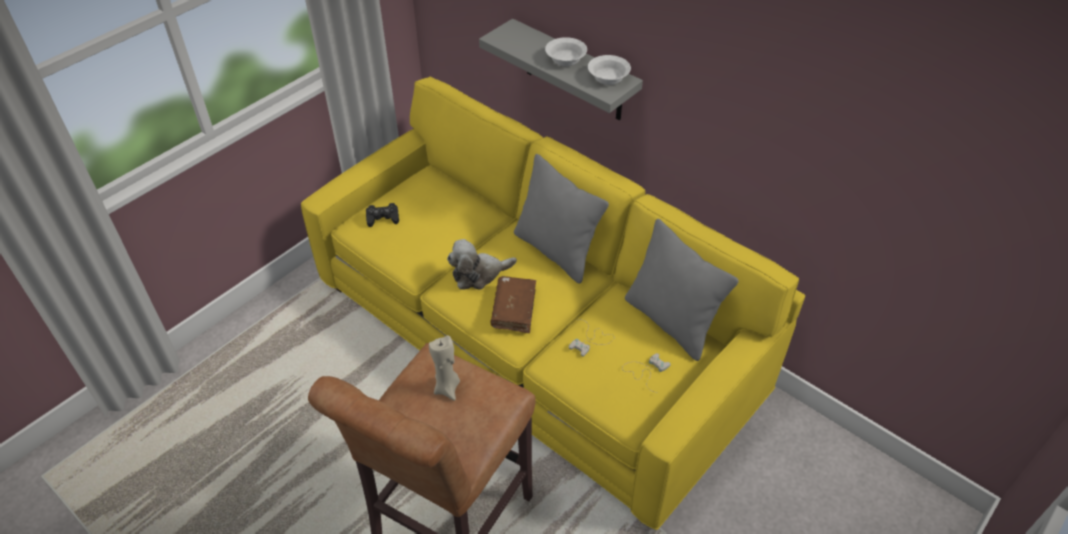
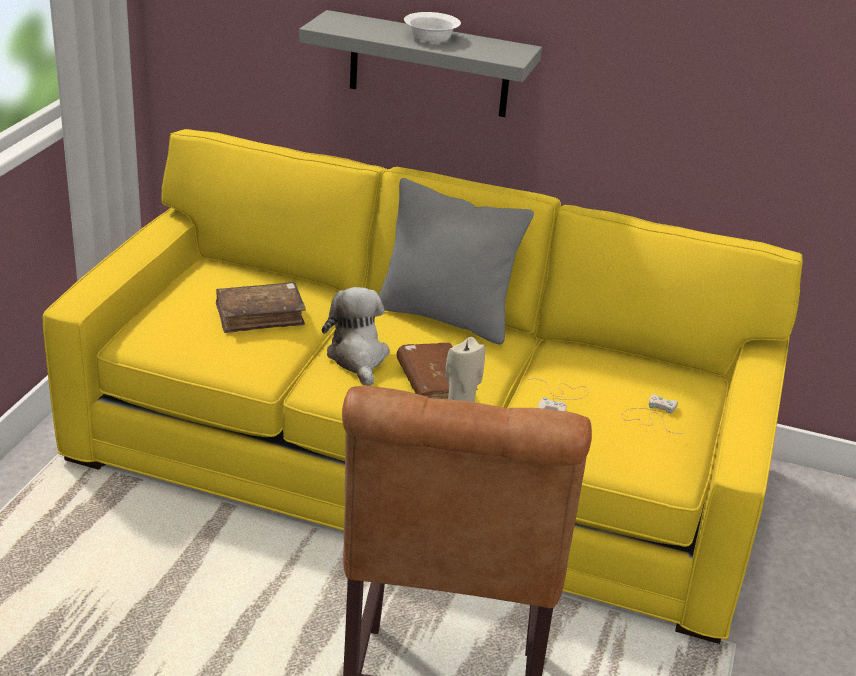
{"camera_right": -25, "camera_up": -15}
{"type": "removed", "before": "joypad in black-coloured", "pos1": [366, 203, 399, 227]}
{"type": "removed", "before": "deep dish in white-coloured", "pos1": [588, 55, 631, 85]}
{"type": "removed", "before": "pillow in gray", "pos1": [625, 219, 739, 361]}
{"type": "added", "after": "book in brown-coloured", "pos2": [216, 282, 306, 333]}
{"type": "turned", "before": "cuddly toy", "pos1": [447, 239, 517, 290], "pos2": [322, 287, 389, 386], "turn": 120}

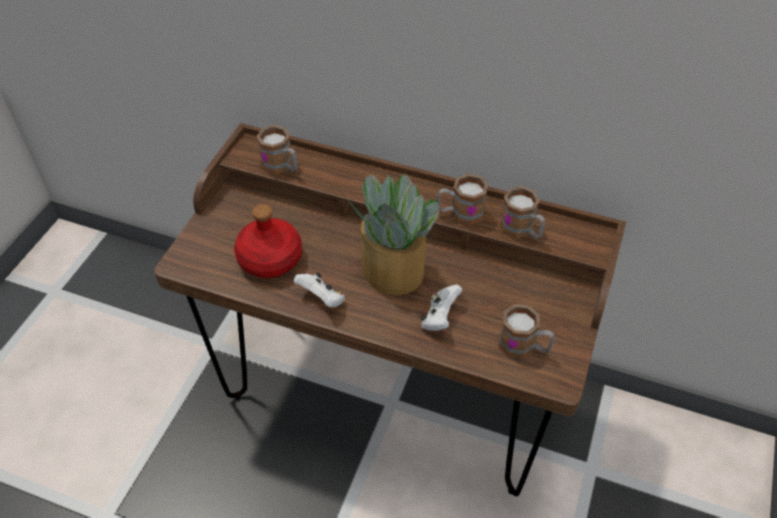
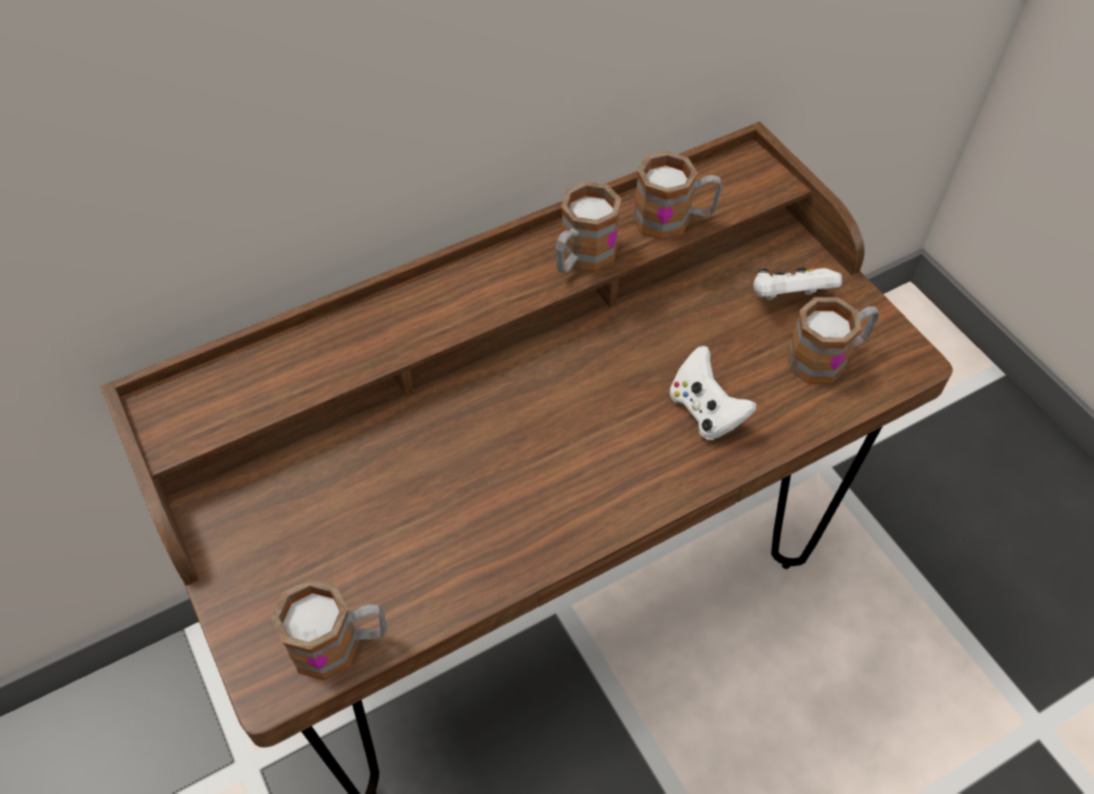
{"camera_right": -50, "camera_up": 5}
{"type": "removed", "before": "beverage bottle in reddish", "pos1": [234, 204, 302, 278]}
{"type": "removed", "before": "plant in a pot", "pos1": [349, 174, 440, 295]}
{"type": "moved", "before": "mug", "pos1": [256, 125, 298, 174], "pos2": [271, 579, 387, 680]}
{"type": "moved", "before": "joypad in white-coloured", "pos1": [294, 273, 345, 307], "pos2": [753, 267, 842, 300]}

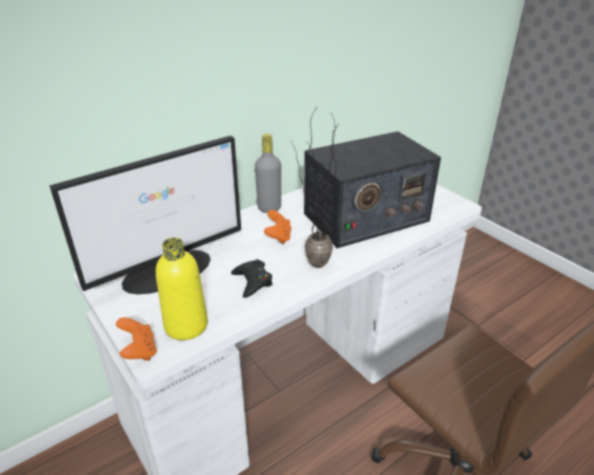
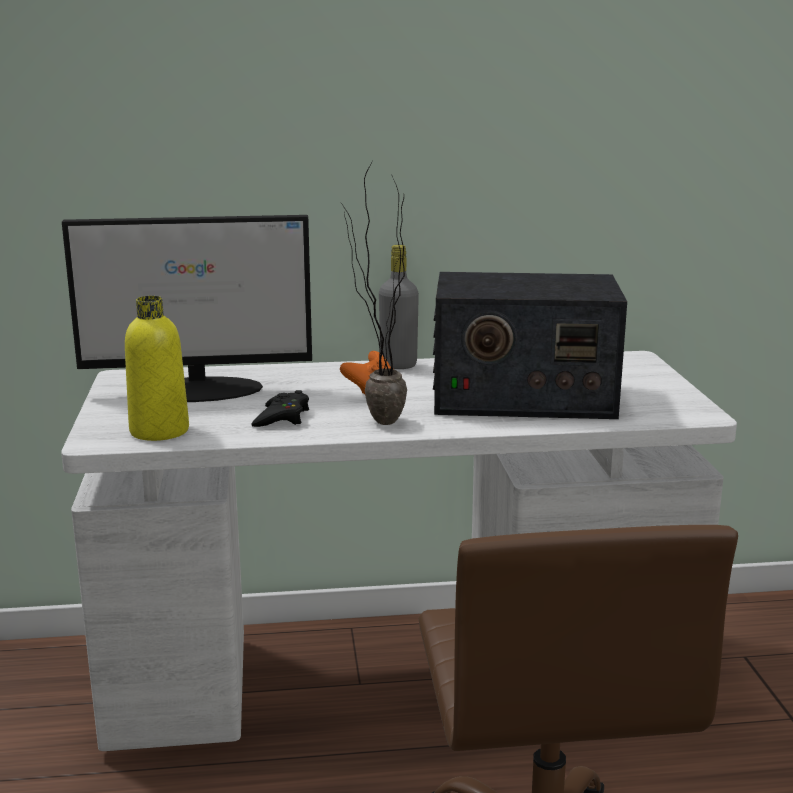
{"camera_right": 30, "camera_up": -15}
{"type": "removed", "before": "joypad in orange", "pos1": [116, 317, 157, 361]}

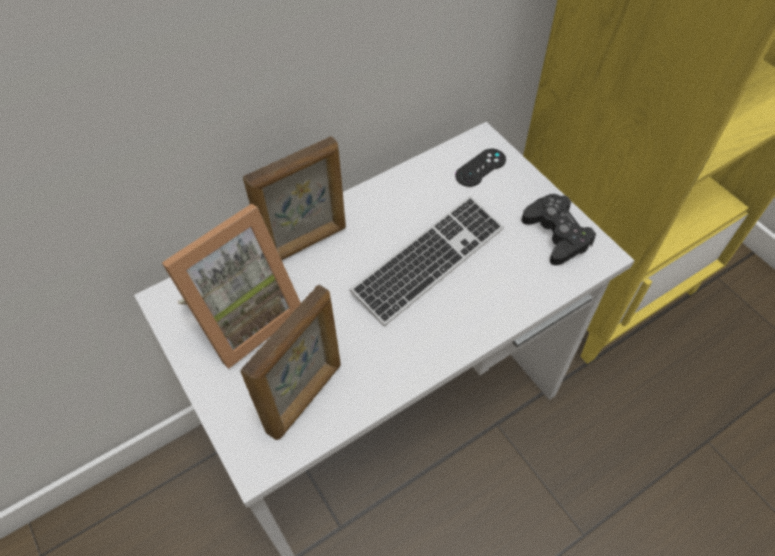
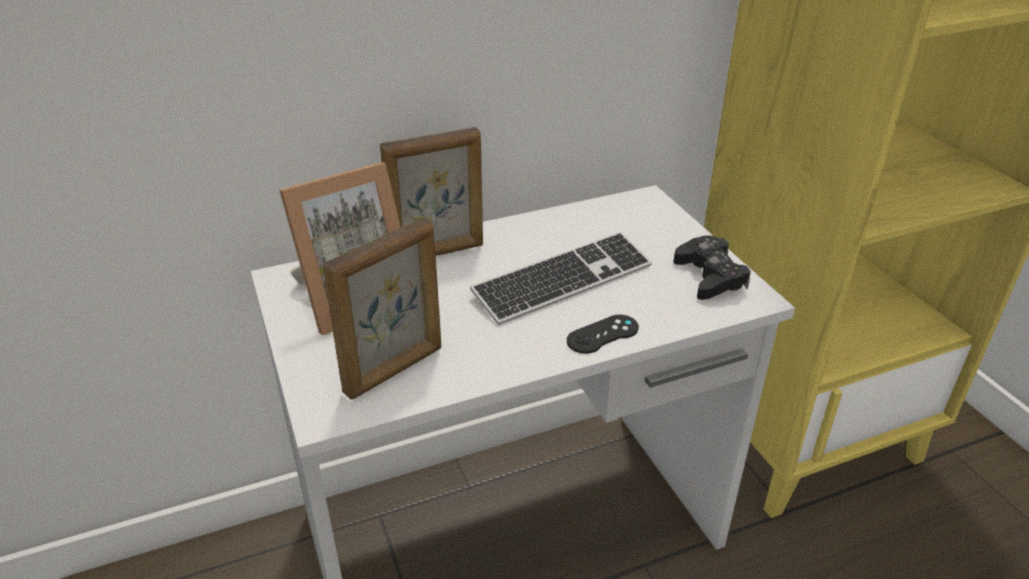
{"camera_right": 10, "camera_up": -20}
{"type": "moved", "before": "joypad in black-coloured", "pos1": [455, 149, 506, 187], "pos2": [567, 315, 639, 354]}

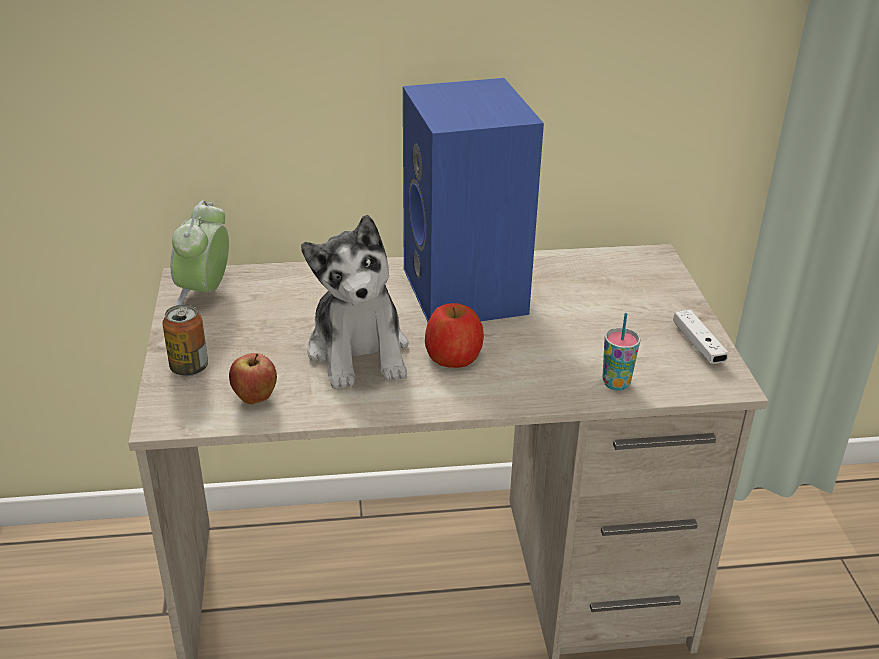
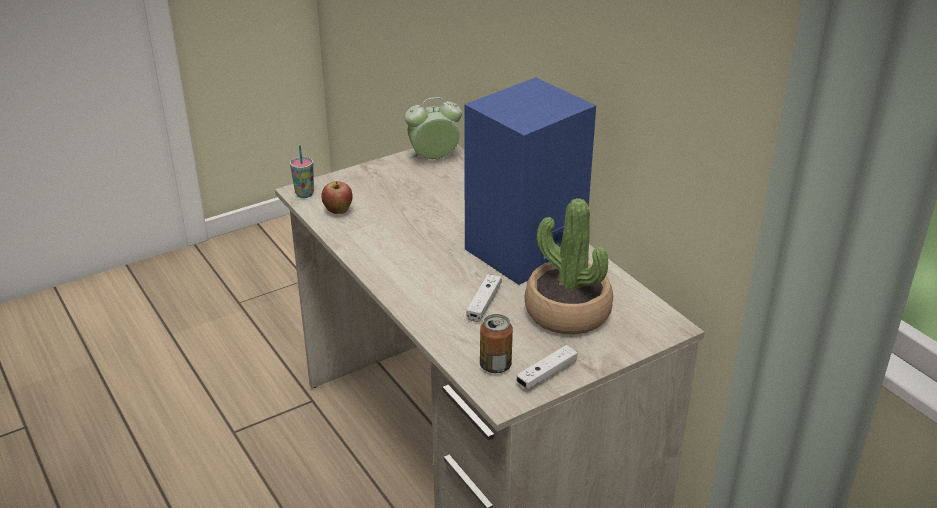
{"camera_right": 65, "camera_up": 0}
{"type": "removed", "before": "cuddly toy", "pos1": [301, 215, 408, 389]}
{"type": "removed", "before": "whole apple", "pos1": [425, 303, 484, 368]}
{"type": "added", "after": "joypad in white-coloured", "pos2": [466, 274, 502, 322]}
{"type": "added", "after": "plant in a pot", "pos2": [525, 198, 613, 334]}
{"type": "moved", "before": "metal can", "pos1": [162, 304, 208, 376], "pos2": [480, 314, 513, 373]}
{"type": "moved", "before": "small cup", "pos1": [602, 313, 640, 390], "pos2": [290, 145, 314, 198]}

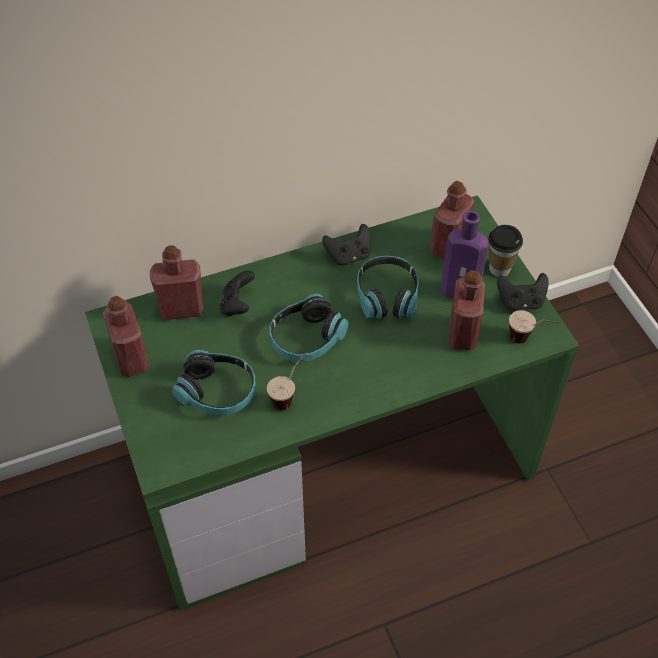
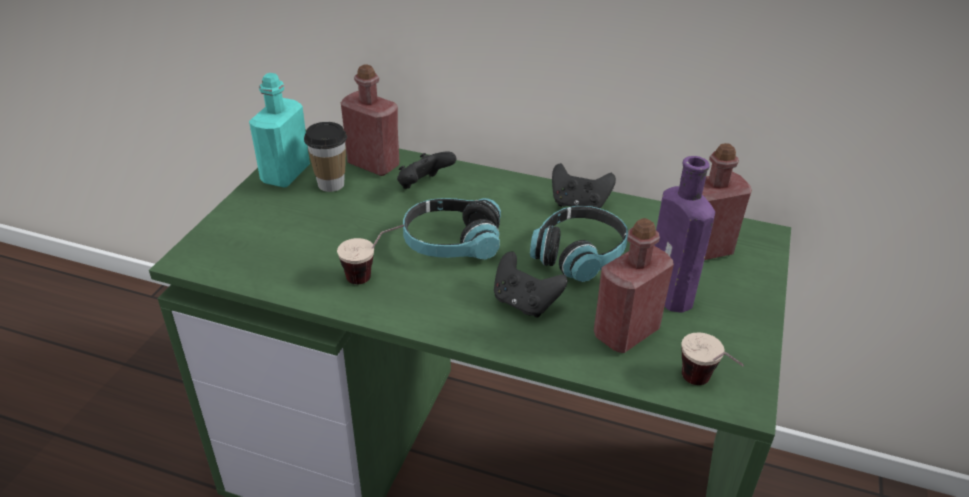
{"camera_right": 40, "camera_up": -15}
{"type": "removed", "before": "headphones", "pos1": [172, 349, 256, 415]}
{"type": "moved", "before": "small cup", "pos1": [488, 225, 523, 277], "pos2": [304, 122, 347, 192]}
{"type": "moved", "before": "joypad in black-coloured", "pos1": [497, 273, 549, 311], "pos2": [494, 252, 568, 318]}
{"type": "recoloured", "before": "beverage bottle in reddish", "after": "beverage bottle in blue-green", "pos1": [102, 296, 150, 377], "pos2": [249, 73, 310, 188]}

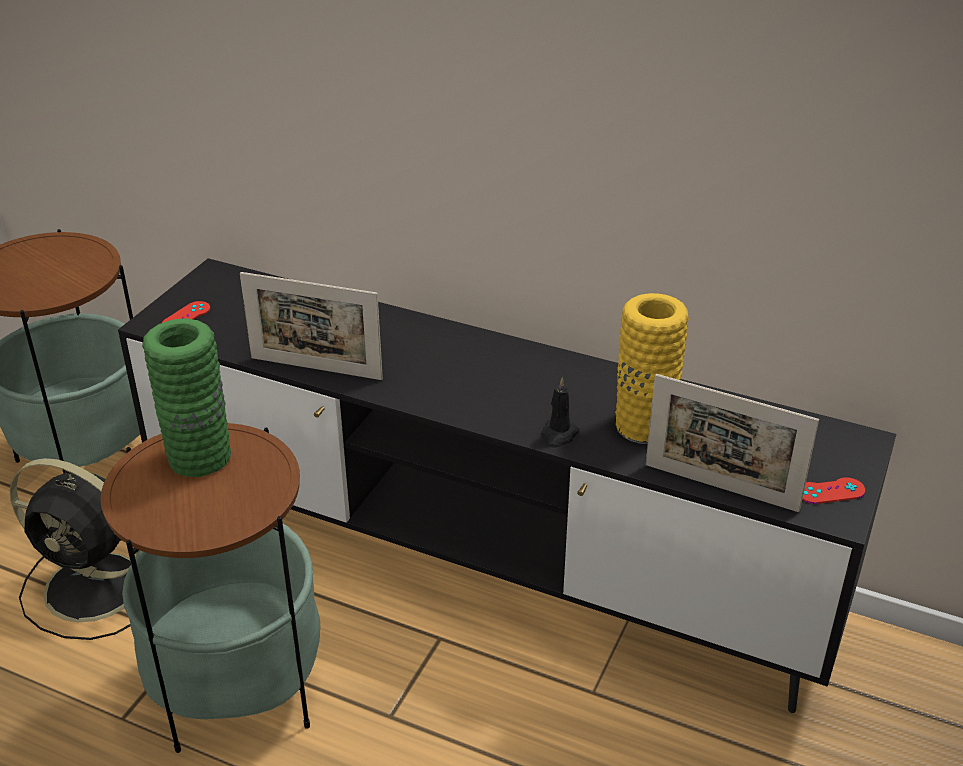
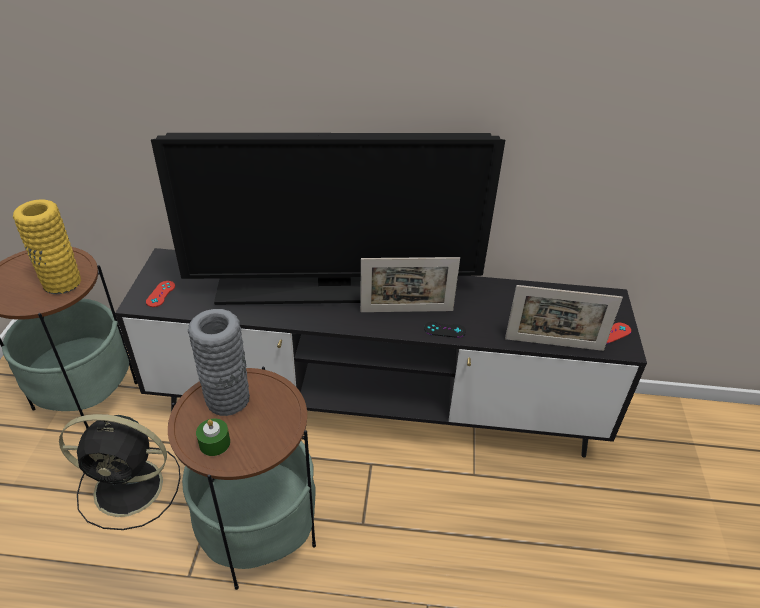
{"camera_right": -20, "camera_up": 5}
{"type": "added", "after": "television", "pos2": [151, 133, 505, 305]}
{"type": "added", "after": "wax light in green", "pos2": [196, 418, 230, 456]}
{"type": "moved", "before": "photo frame", "pos1": [240, 272, 383, 380], "pos2": [360, 257, 460, 312]}
{"type": "moved", "before": "flower vase in yellow", "pos1": [615, 293, 689, 444], "pos2": [13, 199, 81, 294]}
{"type": "replaced", "before": "wax light in black-coloured", "after": "joypad in black-coloured", "pos1": [541, 378, 579, 448], "pos2": [424, 322, 466, 338]}
{"type": "recoloured", "before": "flower vase in green", "after": "flower vase in gray", "pos1": [142, 319, 231, 477], "pos2": [188, 309, 250, 416]}

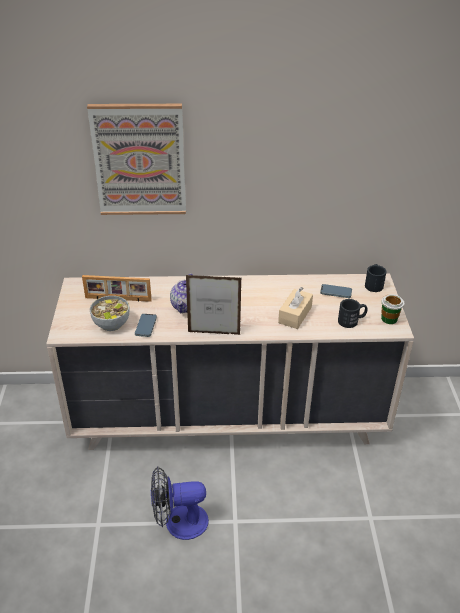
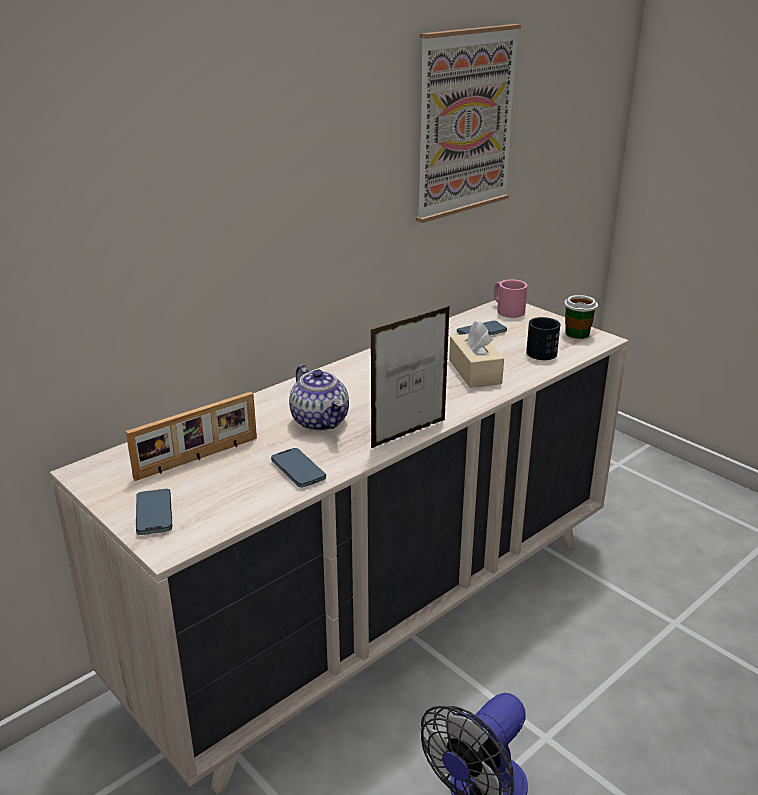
{"camera_right": -40, "camera_up": -10}
{"type": "removed", "before": "deep dish", "pos1": [90, 296, 129, 331]}
{"type": "added", "after": "handset", "pos2": [136, 489, 173, 535]}
{"type": "moved", "before": "wall picture", "pos1": [87, 104, 186, 215], "pos2": [416, 24, 521, 223]}
{"type": "recoloured", "before": "mug in black-coloured", "after": "mug in pinkish", "pos1": [365, 264, 387, 292], "pos2": [494, 279, 528, 318]}

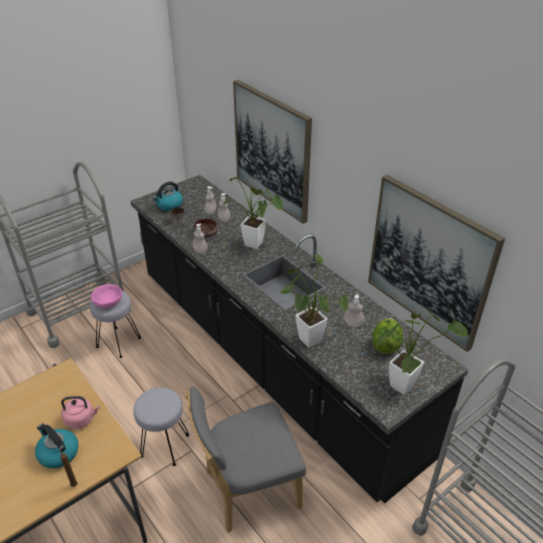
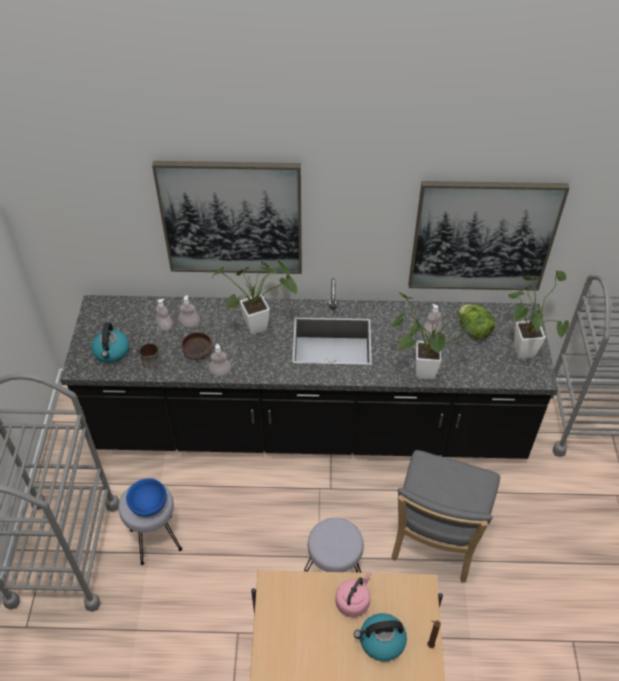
{"camera_right": -50, "camera_up": 10}
{"type": "recoloured", "before": "deep dish in pinkish", "after": "deep dish in blue-coloured", "pos1": [91, 284, 122, 308], "pos2": [126, 478, 167, 517]}

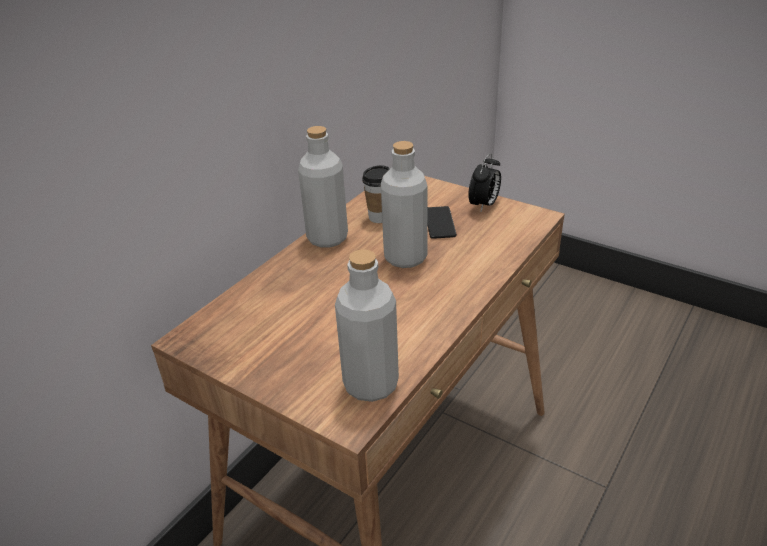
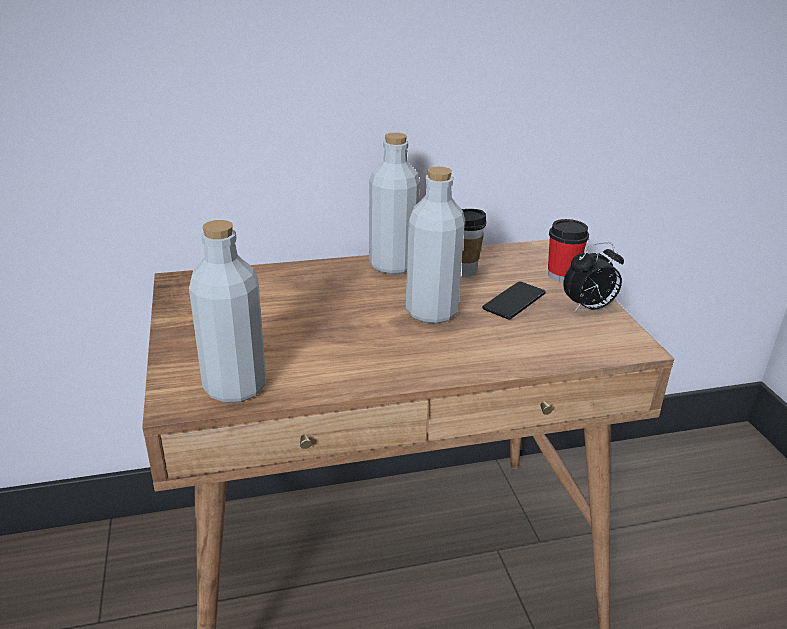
{"camera_right": 40, "camera_up": -5}
{"type": "added", "after": "small cup", "pos2": [548, 219, 589, 282]}

